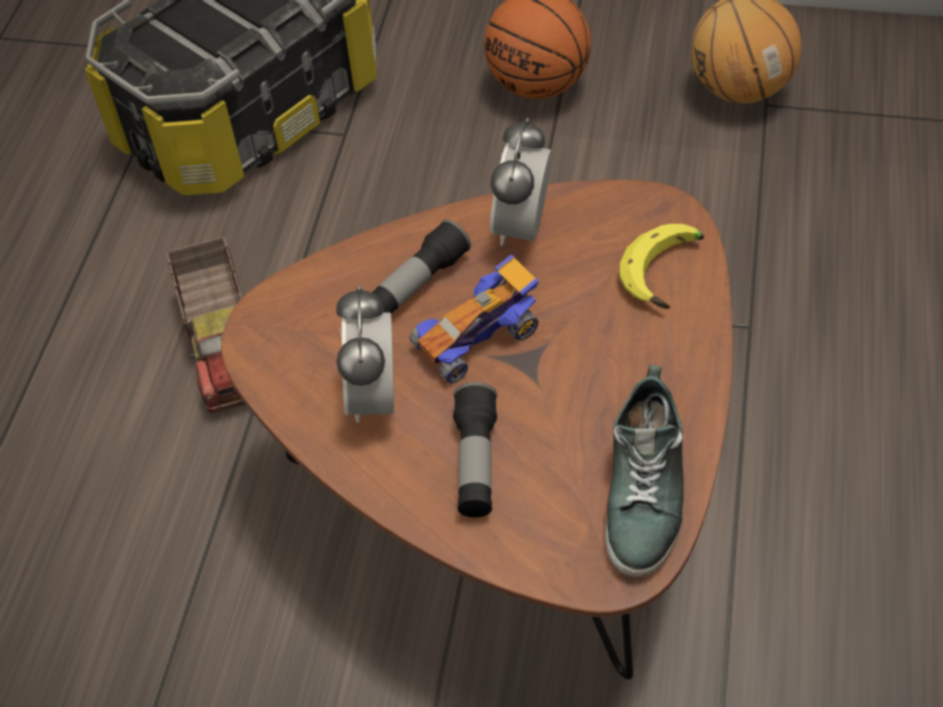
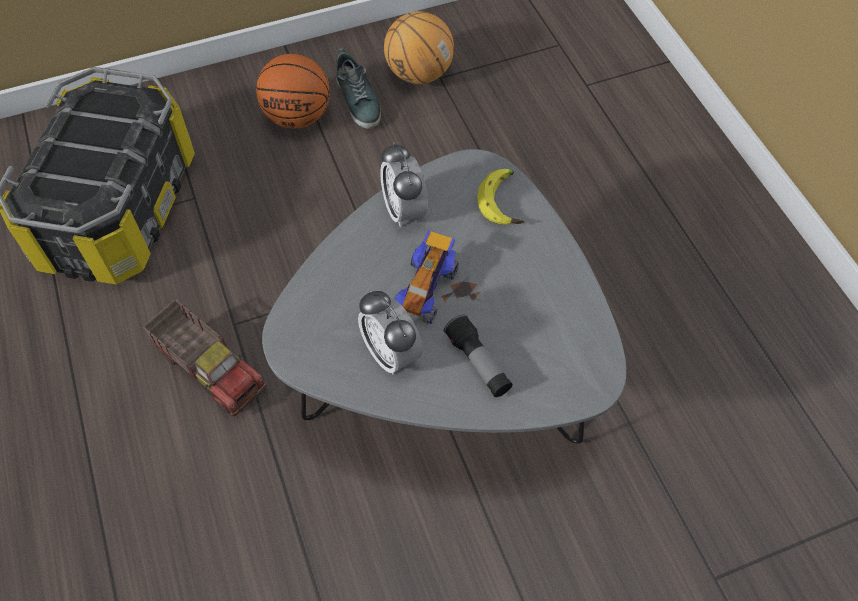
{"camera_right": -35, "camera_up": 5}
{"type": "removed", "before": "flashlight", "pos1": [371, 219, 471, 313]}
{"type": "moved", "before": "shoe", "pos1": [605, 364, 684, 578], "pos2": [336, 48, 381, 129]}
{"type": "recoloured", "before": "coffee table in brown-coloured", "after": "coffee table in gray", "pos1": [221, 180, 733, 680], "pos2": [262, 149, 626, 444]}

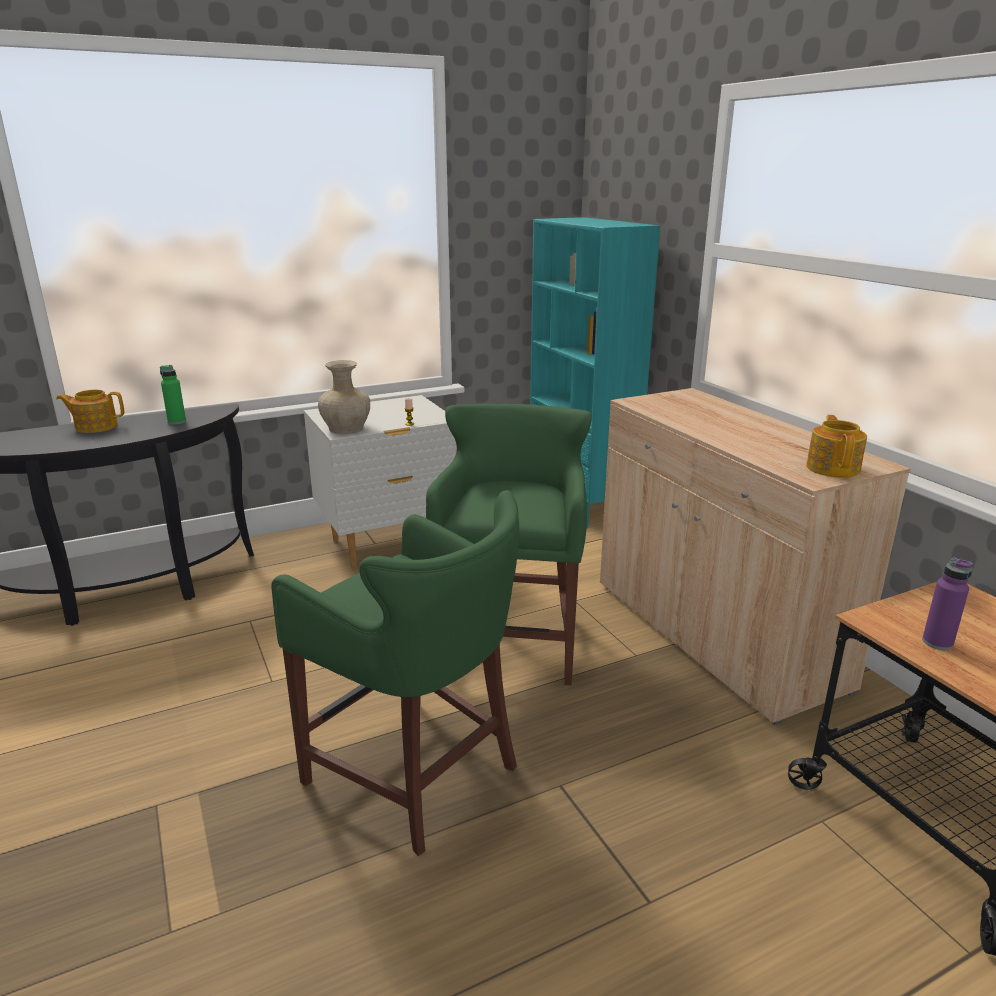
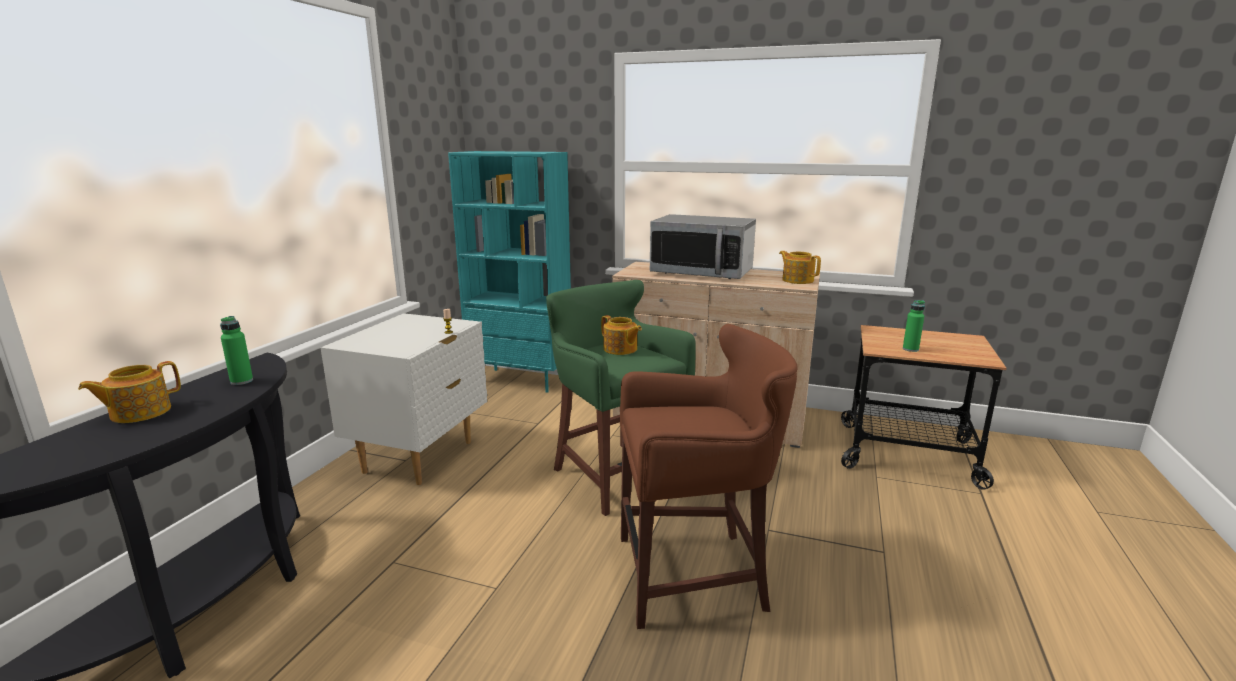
{"camera_right": -45, "camera_up": -5}
{"type": "removed", "before": "flower vase in sand-coloured", "pos1": [318, 360, 370, 434]}
{"type": "added", "after": "teapot", "pos2": [601, 315, 642, 355]}
{"type": "added", "after": "microwave oven", "pos2": [650, 214, 756, 279]}
{"type": "recoloured", "before": "sitting stool in green", "after": "sitting stool in brown-coloured", "pos1": [271, 490, 519, 856], "pos2": [620, 324, 798, 629]}
{"type": "recoloured", "before": "beverage bottle in purple", "after": "beverage bottle in green", "pos1": [922, 558, 973, 650], "pos2": [903, 300, 925, 352]}

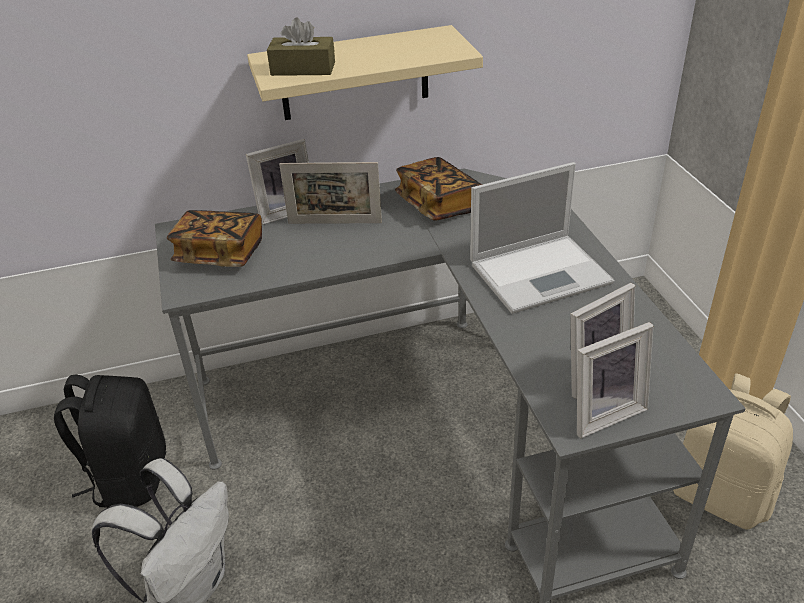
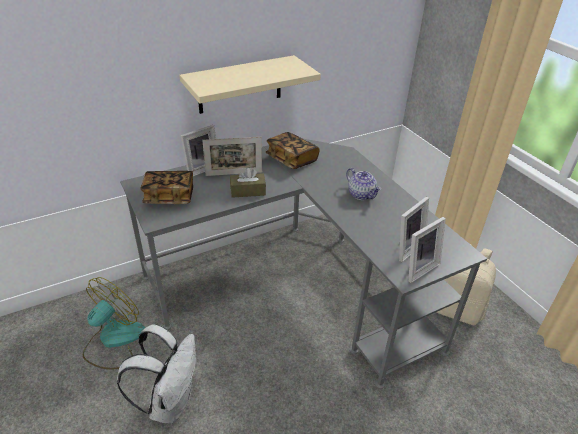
{"camera_right": -15, "camera_up": 0}
{"type": "moved", "before": "tissue holder in brown-coloured", "pos1": [267, 17, 335, 76], "pos2": [230, 168, 266, 198]}
{"type": "replaced", "before": "rucksack in black-coloured", "after": "fan", "pos1": [54, 374, 166, 508], "pos2": [83, 277, 145, 369]}
{"type": "replaced", "before": "portable computer", "after": "teapot", "pos1": [470, 162, 615, 314], "pos2": [346, 168, 381, 200]}

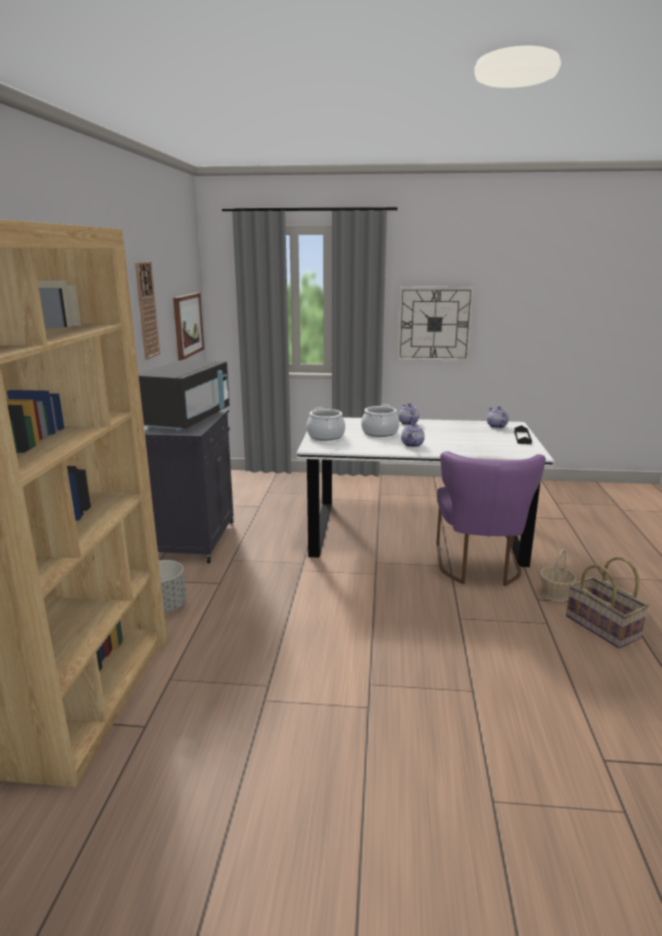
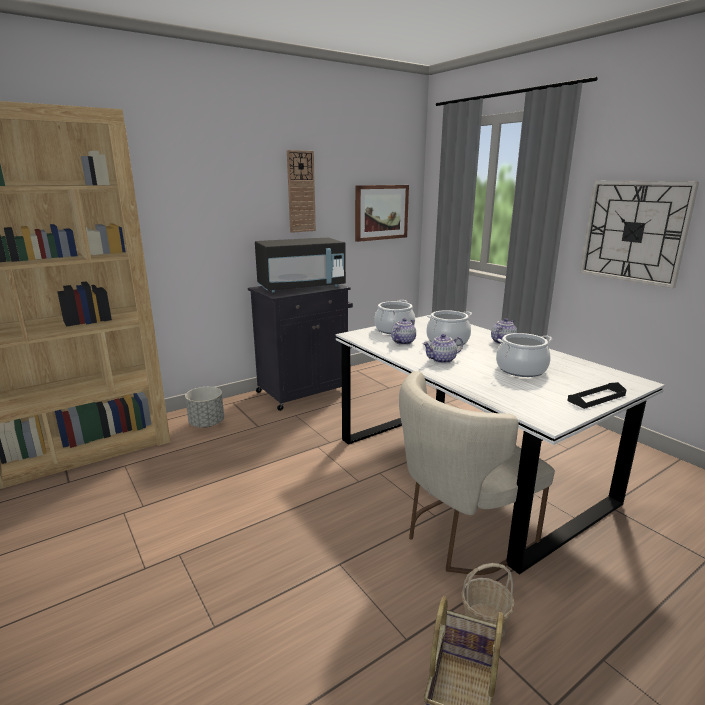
{"camera_right": 50, "camera_up": 0}
{"type": "added", "after": "stockpot", "pos2": [496, 333, 553, 377]}
{"type": "moved", "before": "teapot", "pos1": [487, 406, 509, 428], "pos2": [391, 318, 416, 345]}
{"type": "recoloured", "before": "upright chair in purple", "after": "upright chair in sand-coloured", "pos1": [436, 451, 546, 586], "pos2": [399, 371, 555, 575]}

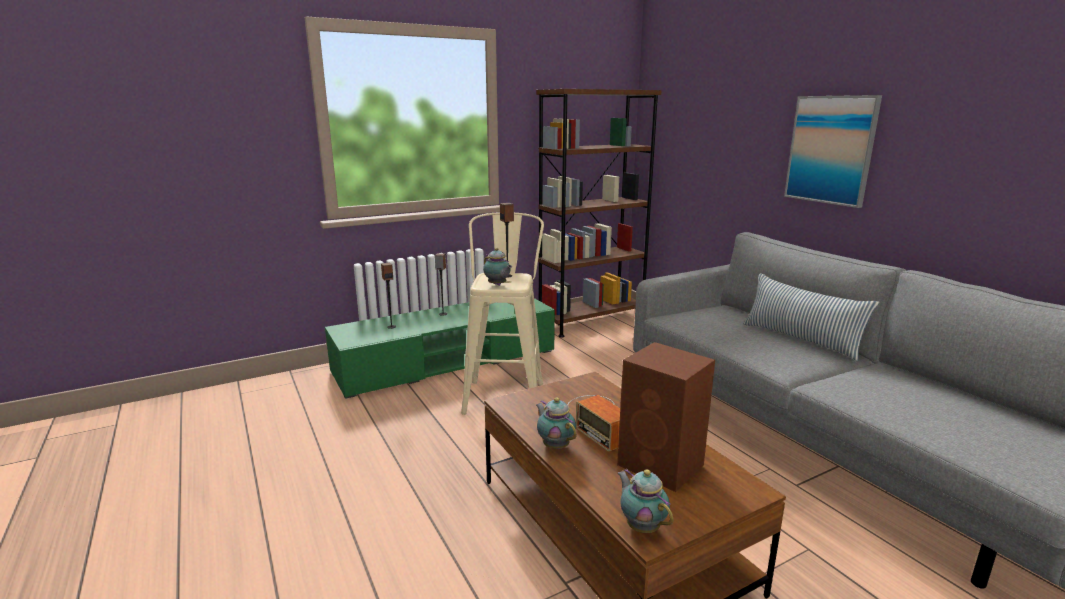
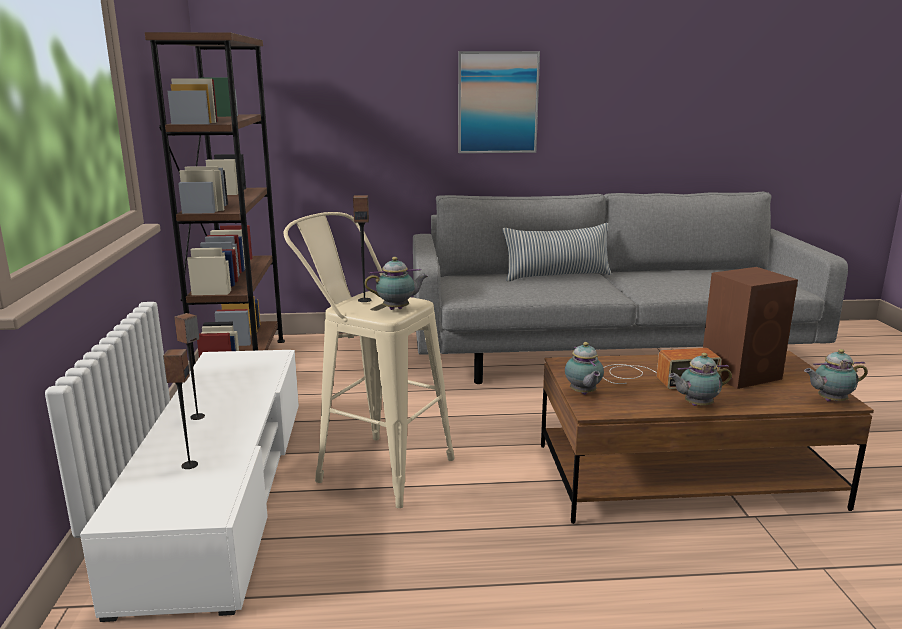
{"camera_right": -65, "camera_up": 0}
{"type": "added", "after": "teapot", "pos2": [565, 342, 604, 395]}
{"type": "recoloured", "before": "tv unit in green", "after": "tv unit in white-coloured", "pos1": [325, 298, 555, 399], "pos2": [80, 350, 299, 622]}

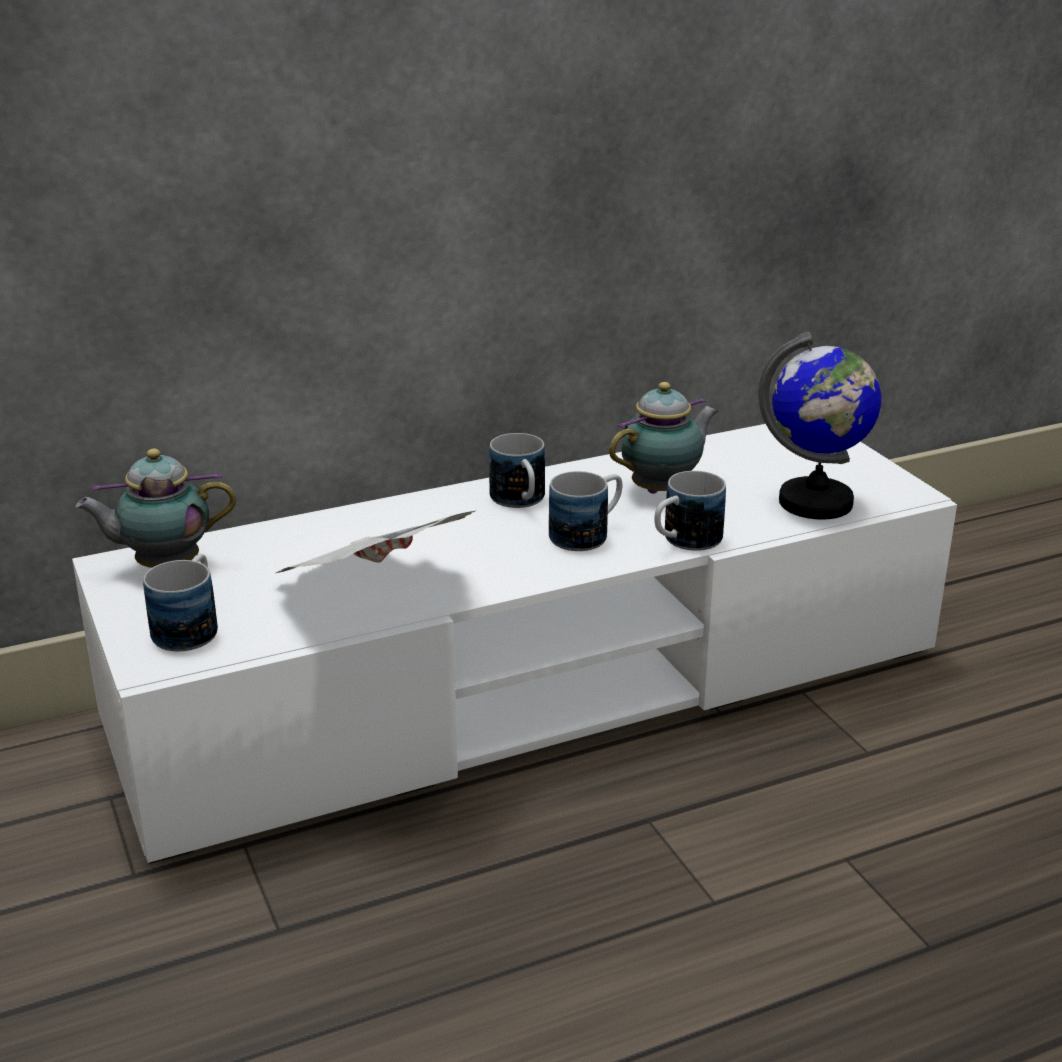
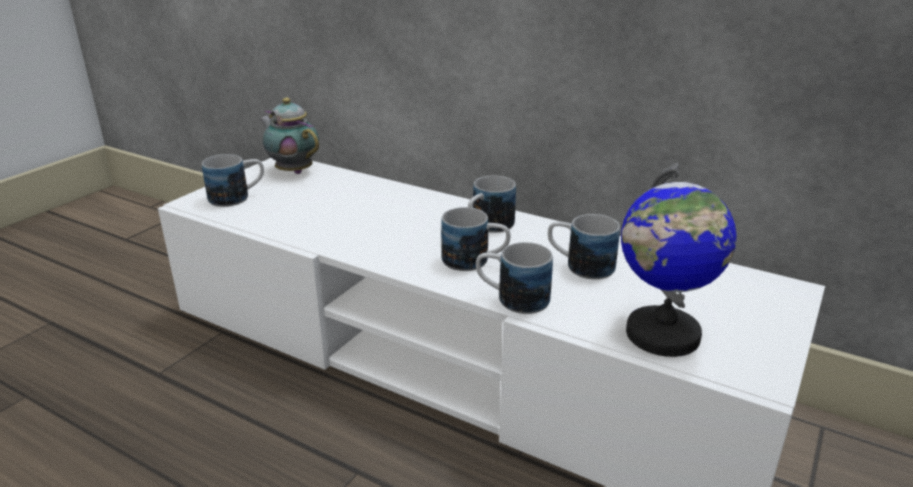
{"camera_right": 55, "camera_up": 0}
{"type": "removed", "before": "newspaper", "pos1": [276, 511, 475, 573]}
{"type": "replaced", "before": "teapot", "after": "mug", "pos1": [609, 382, 718, 494], "pos2": [548, 214, 620, 279]}

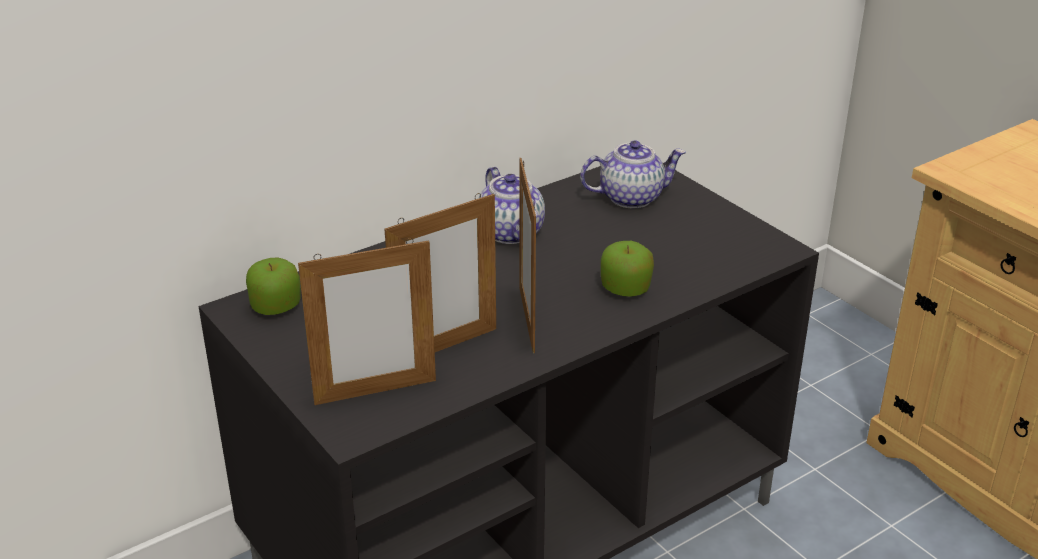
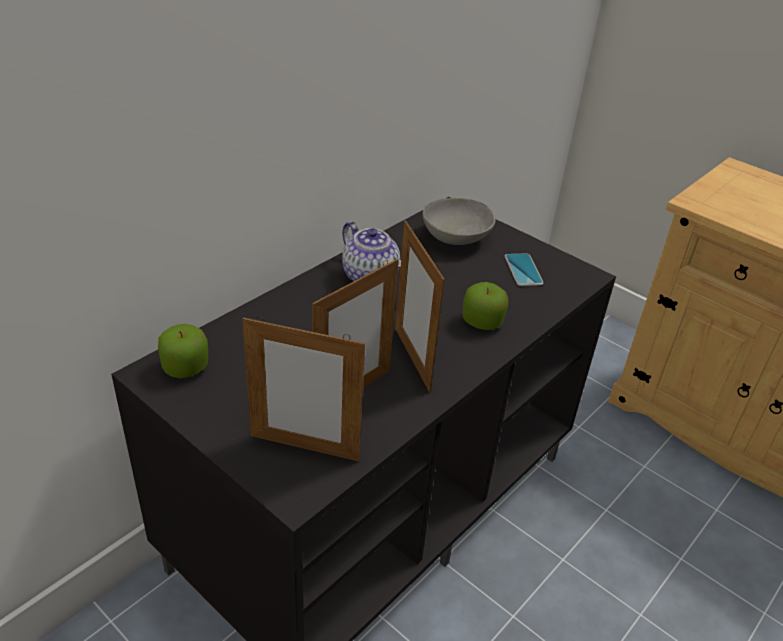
{"camera_right": -15, "camera_up": 5}
{"type": "added", "after": "handset", "pos2": [505, 253, 544, 286]}
{"type": "replaced", "before": "teapot", "after": "deep dish in gray", "pos1": [580, 140, 686, 208], "pos2": [422, 198, 496, 245]}
{"type": "turned", "before": "photo frame", "pos1": [298, 238, 436, 405], "pos2": [242, 316, 365, 461], "turn": 45}

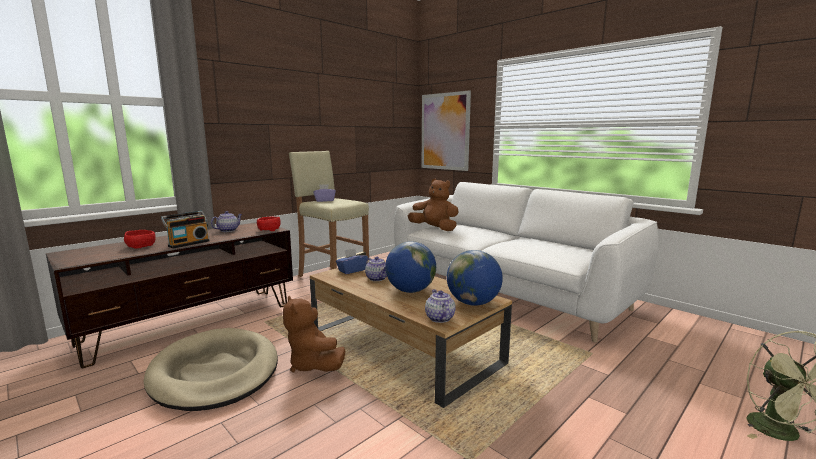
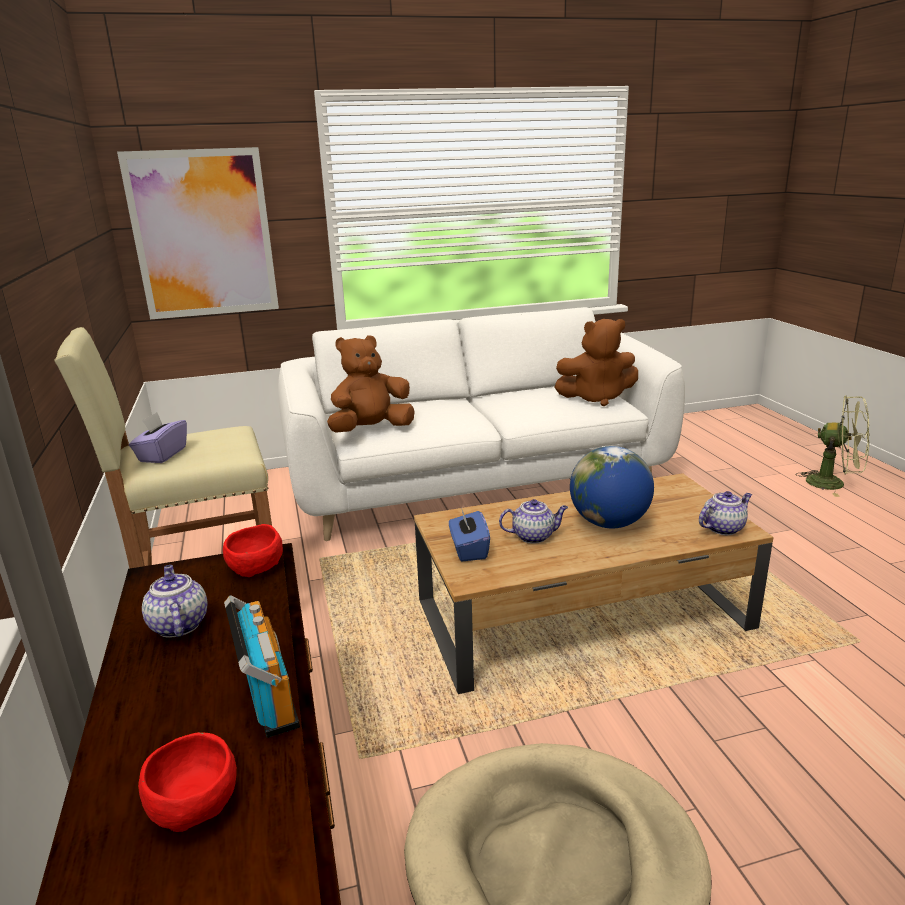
{"camera_right": -60, "camera_up": 10}
{"type": "removed", "before": "globe", "pos1": [447, 250, 503, 306]}
{"type": "moved", "before": "cuddly toy in brown-coloured", "pos1": [283, 296, 345, 372], "pos2": [554, 319, 638, 406]}
{"type": "turned", "before": "teapot", "pos1": [425, 289, 456, 323], "pos2": [699, 491, 752, 535], "turn": 135}

